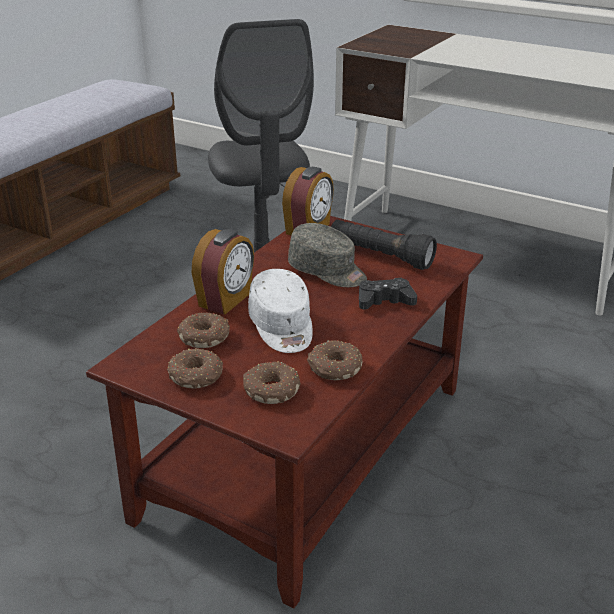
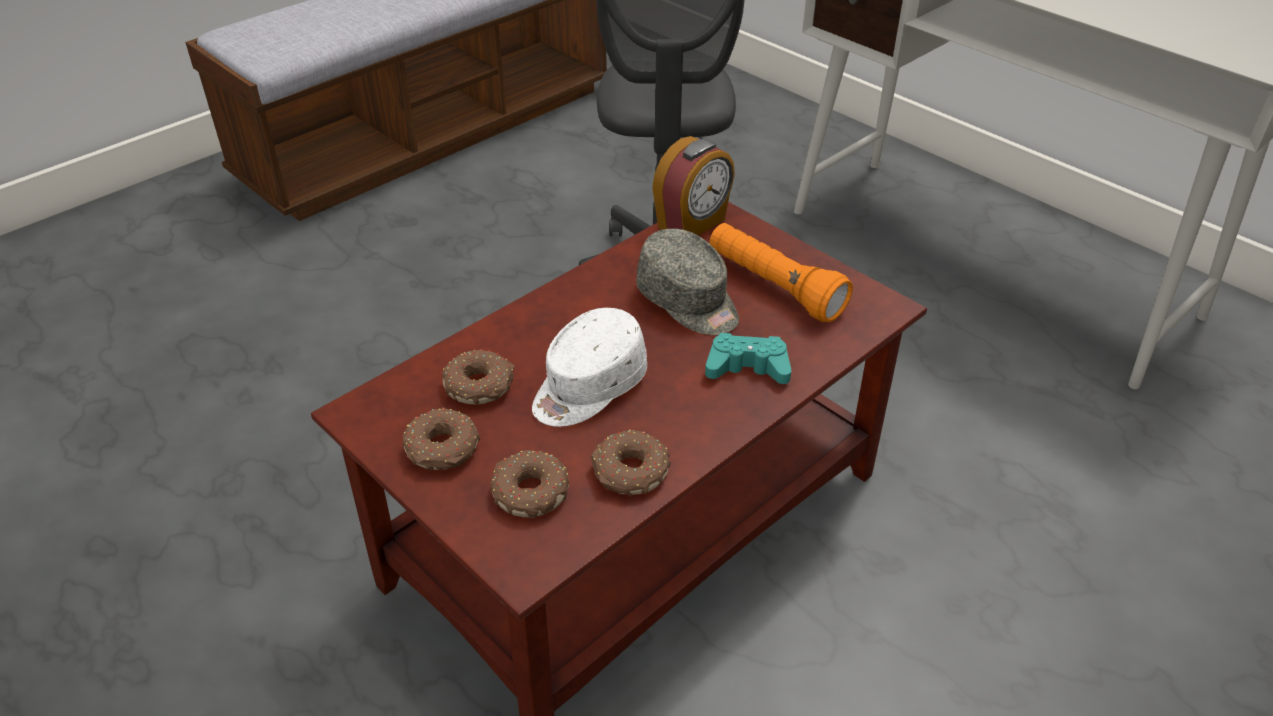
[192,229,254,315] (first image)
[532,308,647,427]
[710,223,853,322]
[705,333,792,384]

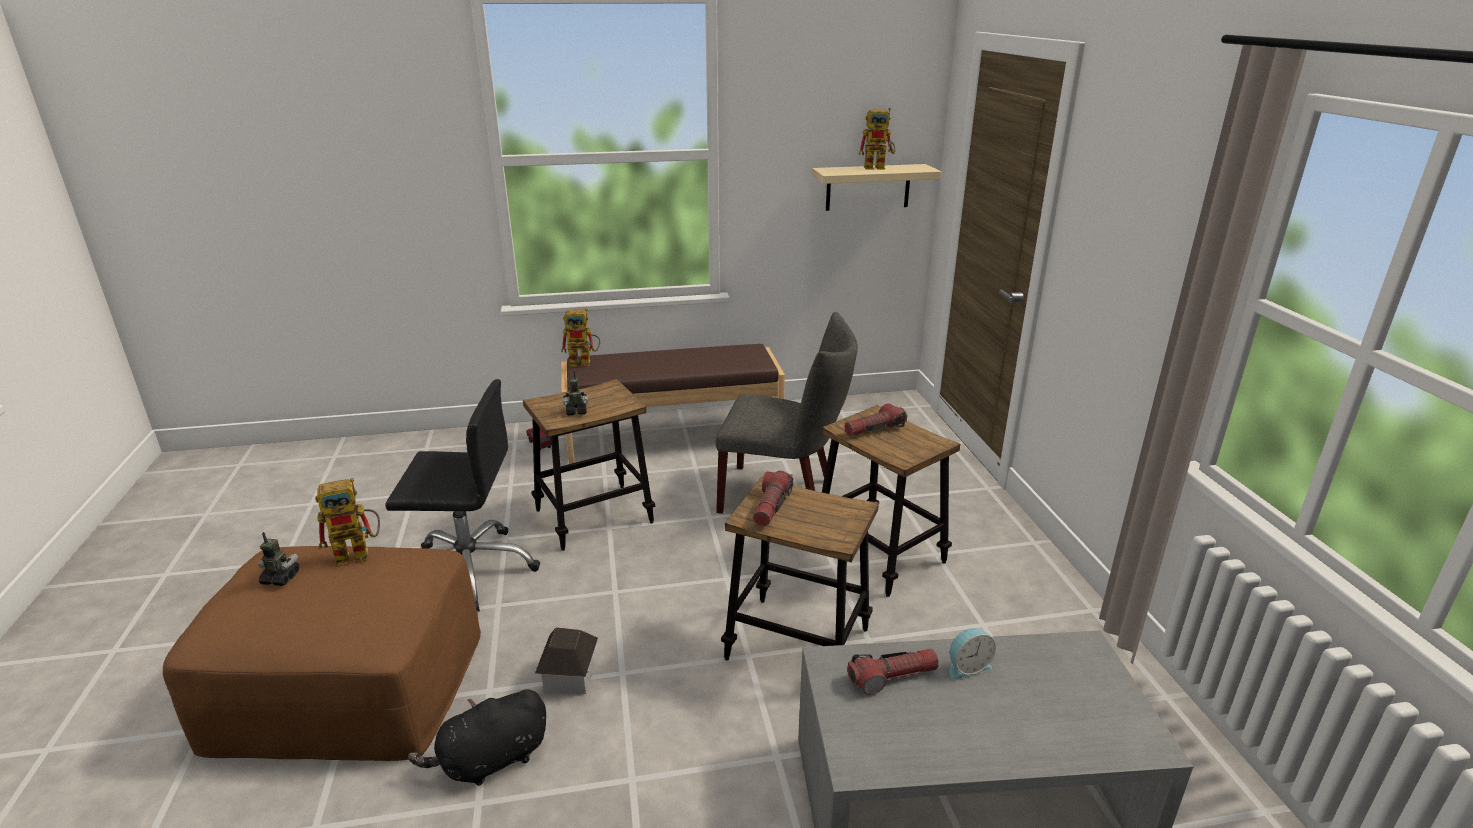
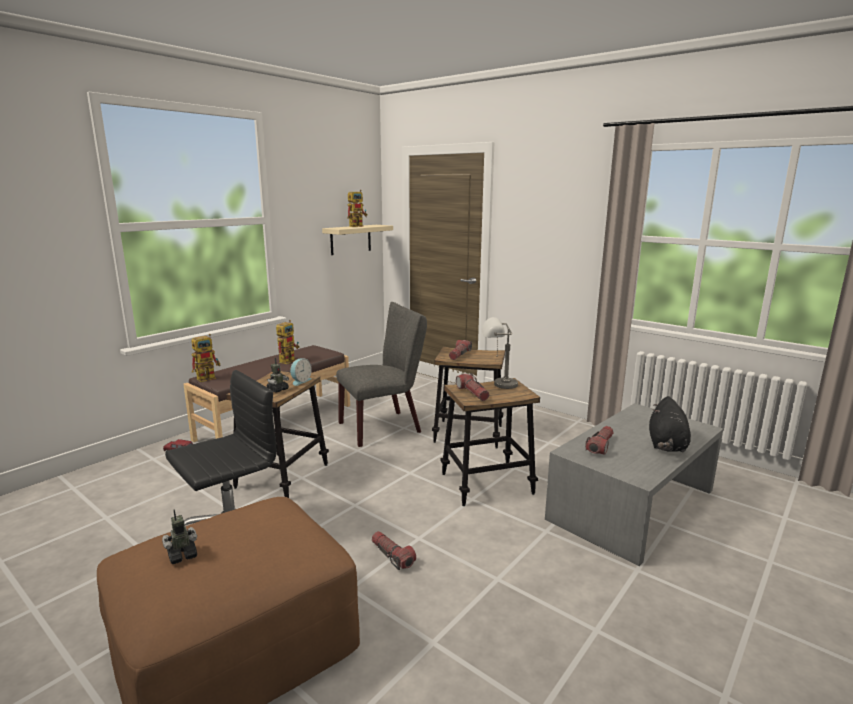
[276,320,300,364]
[649,396,691,452]
[372,531,416,570]
[290,358,312,386]
[481,317,518,389]

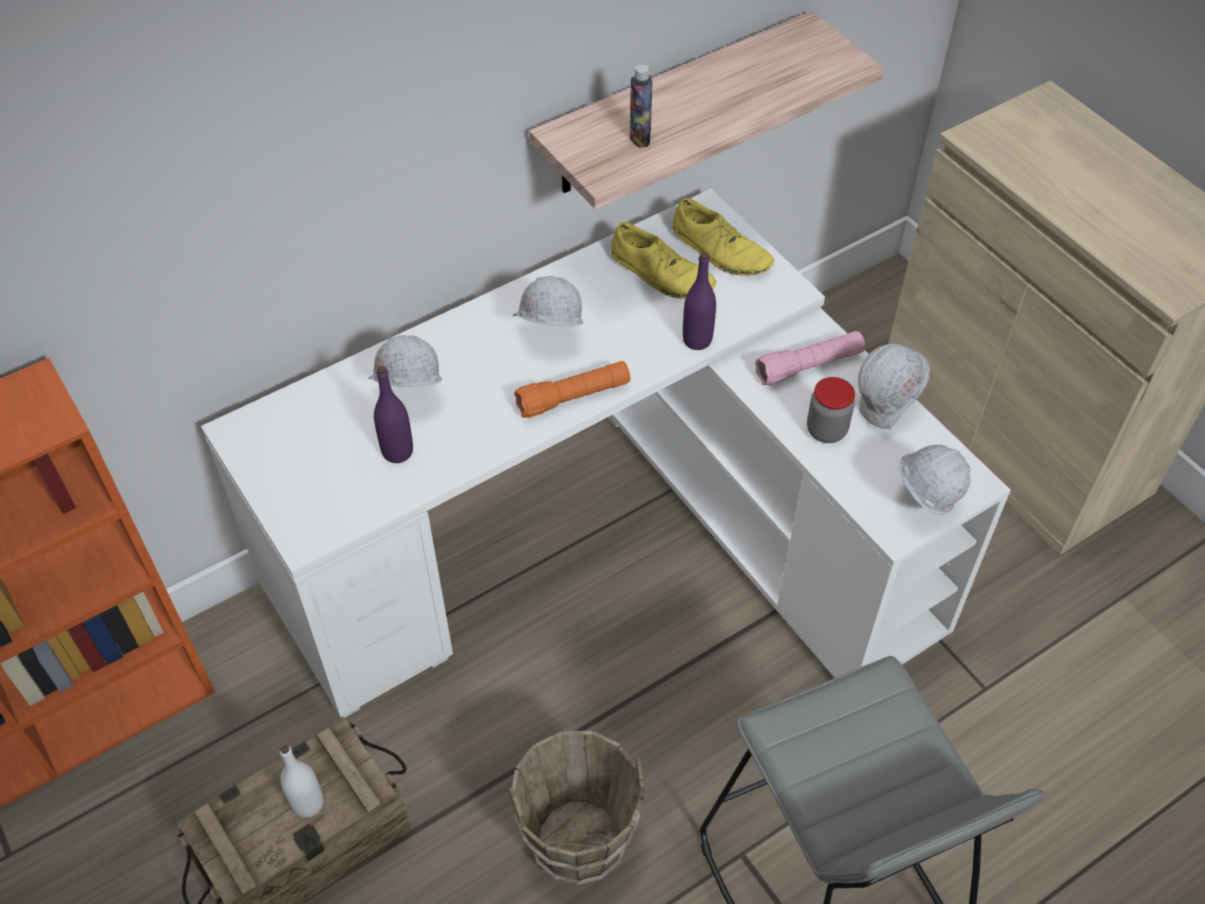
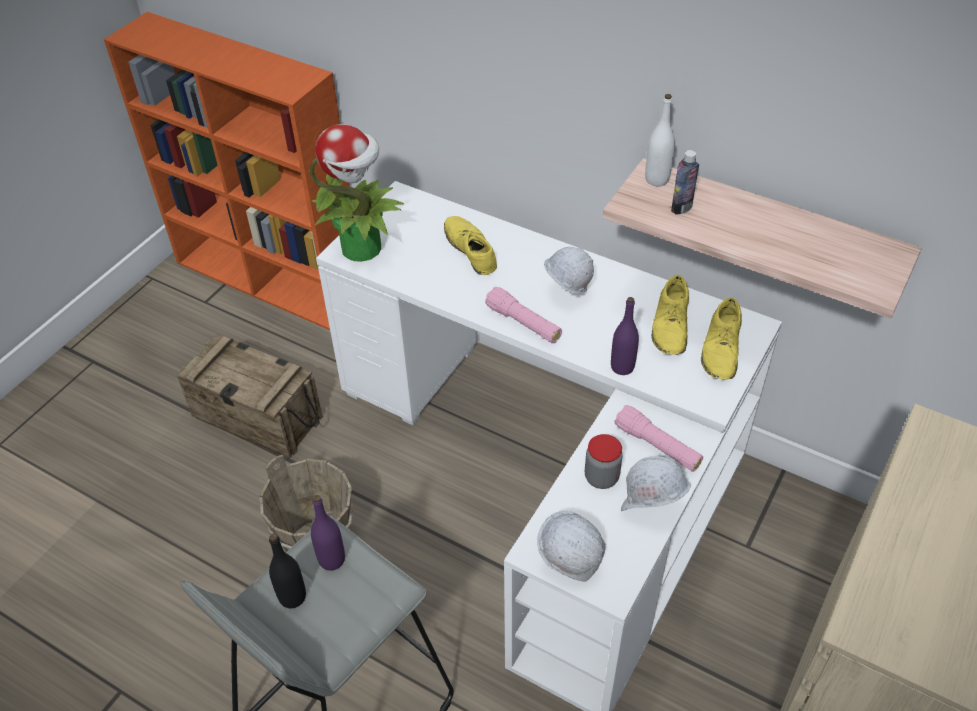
[645,94,675,186]
[444,216,497,275]
[311,495,345,570]
[485,287,562,343]
[269,534,306,608]
[310,124,405,262]

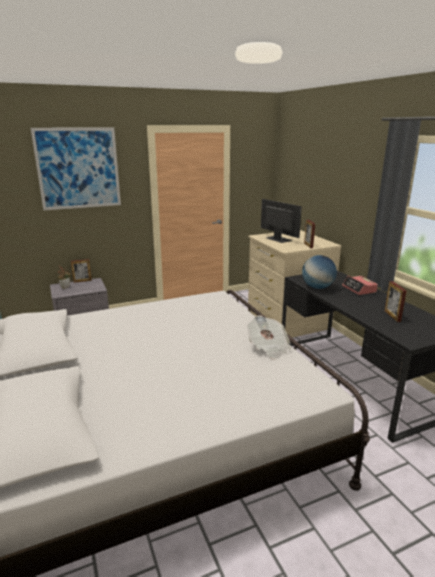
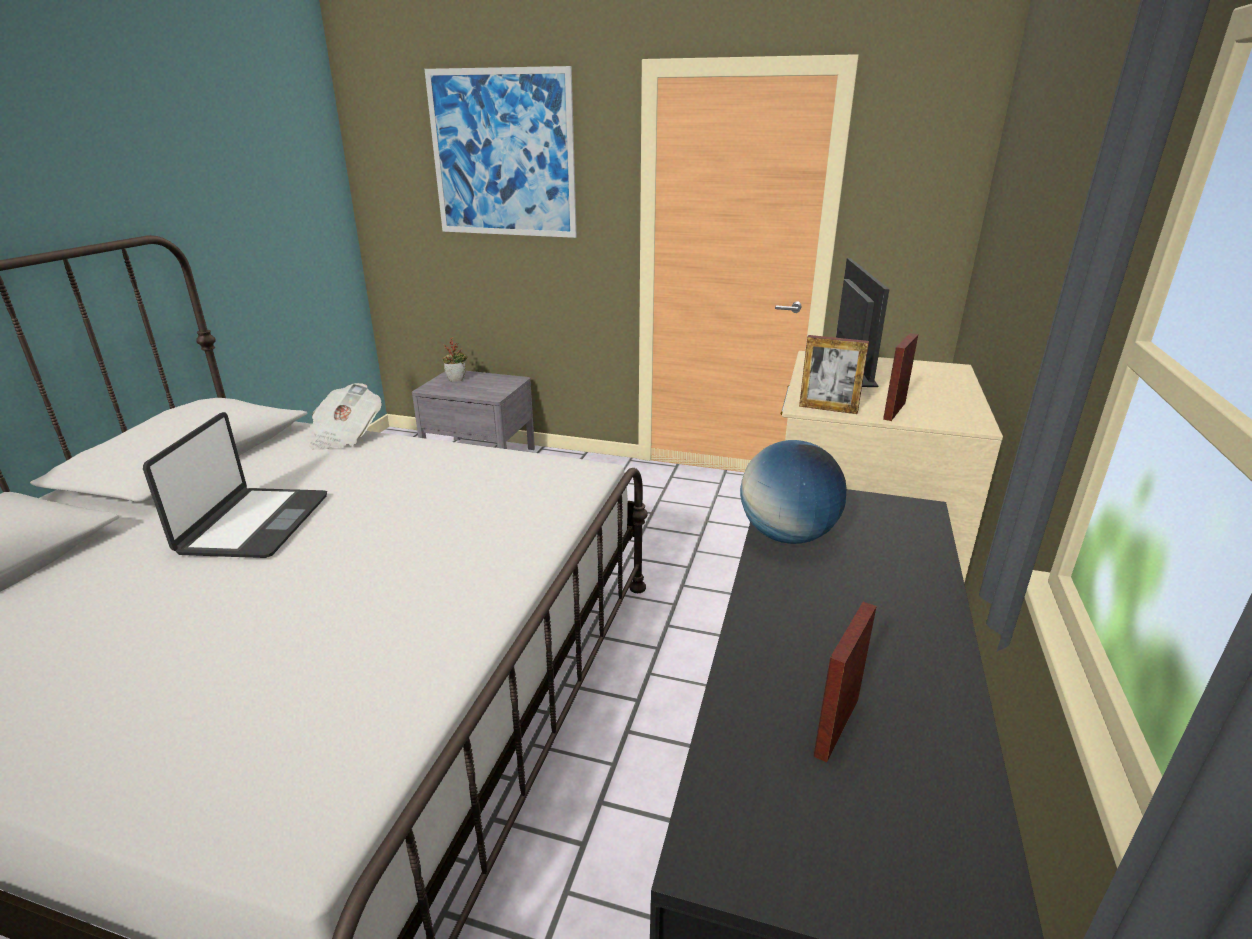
[799,335,869,414]
[309,383,382,450]
[342,276,378,295] (first image)
[143,412,327,558]

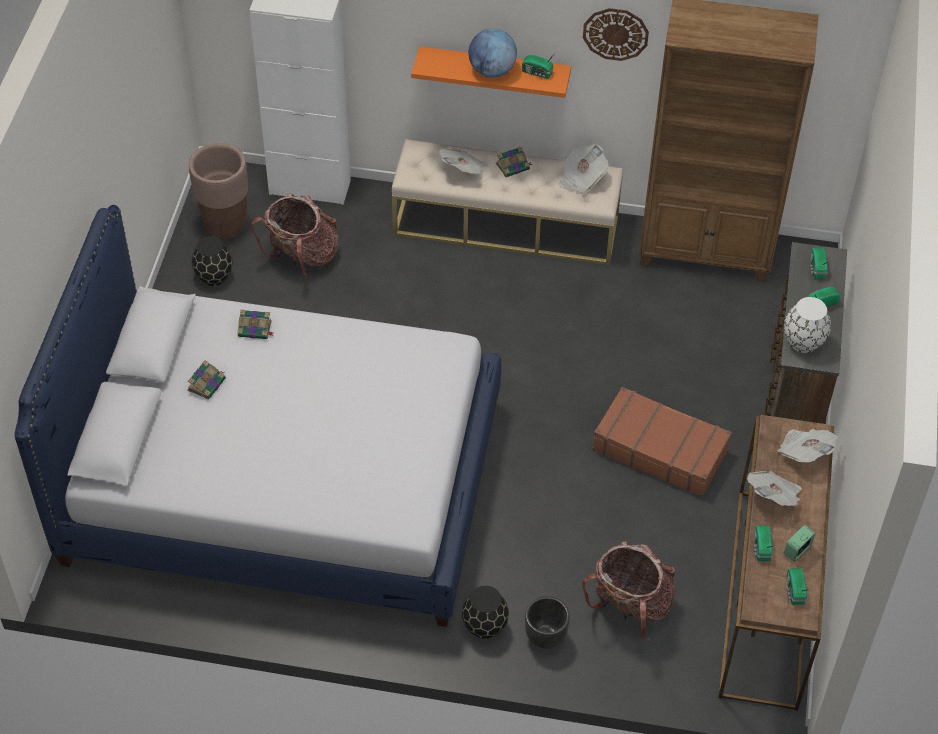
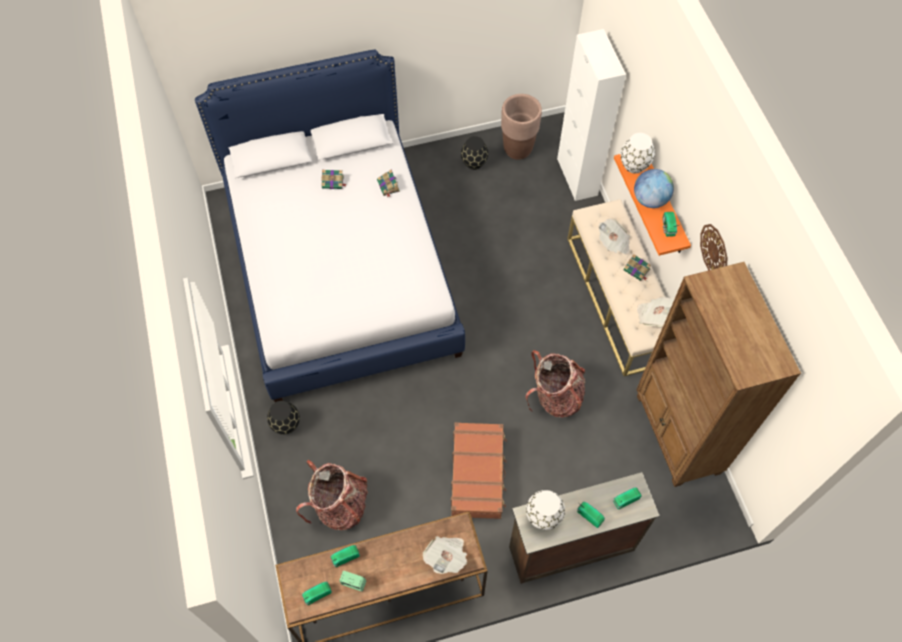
[525,350,585,418]
[525,596,570,649] (first image)
[747,471,802,506] (first image)
[621,133,655,174]

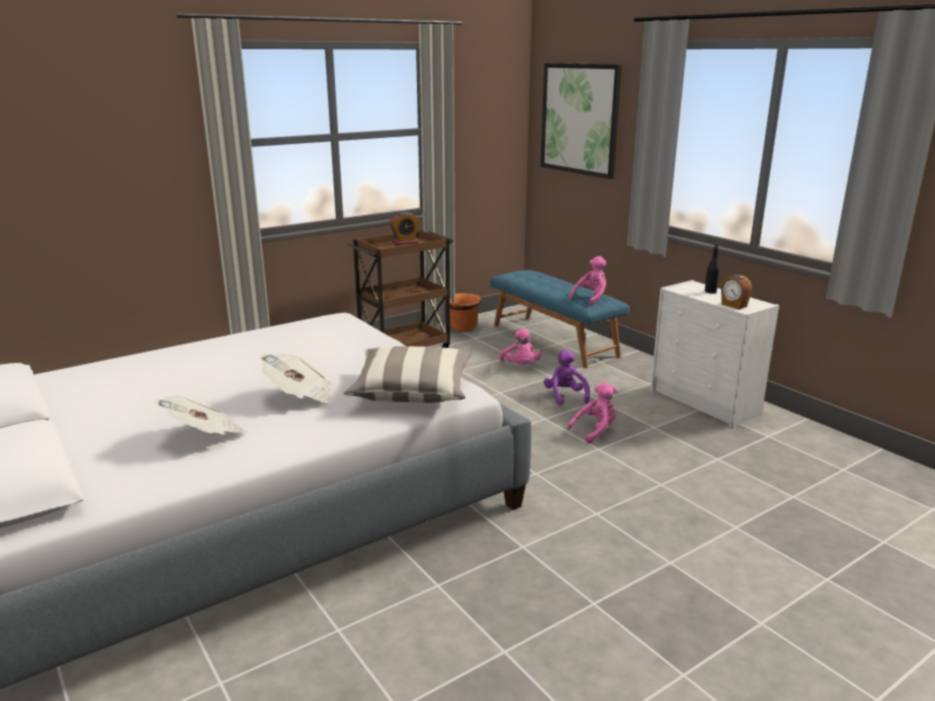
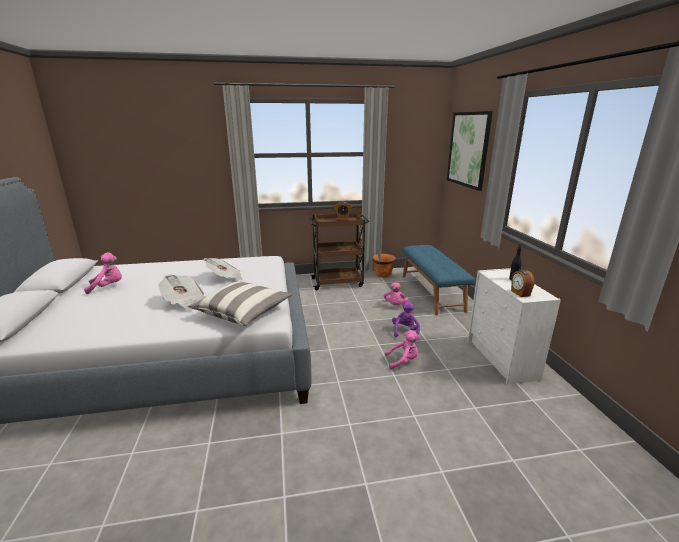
[203,258,242,280]
[84,252,122,294]

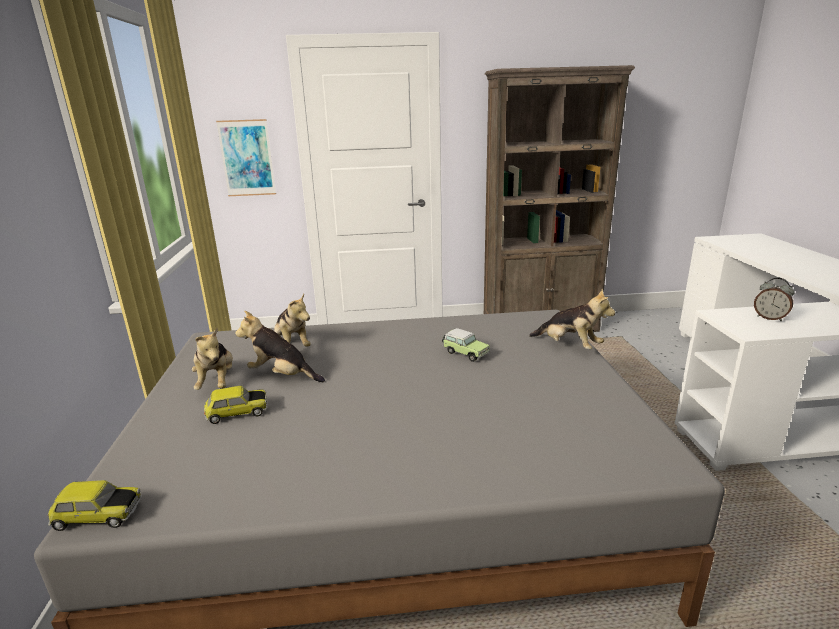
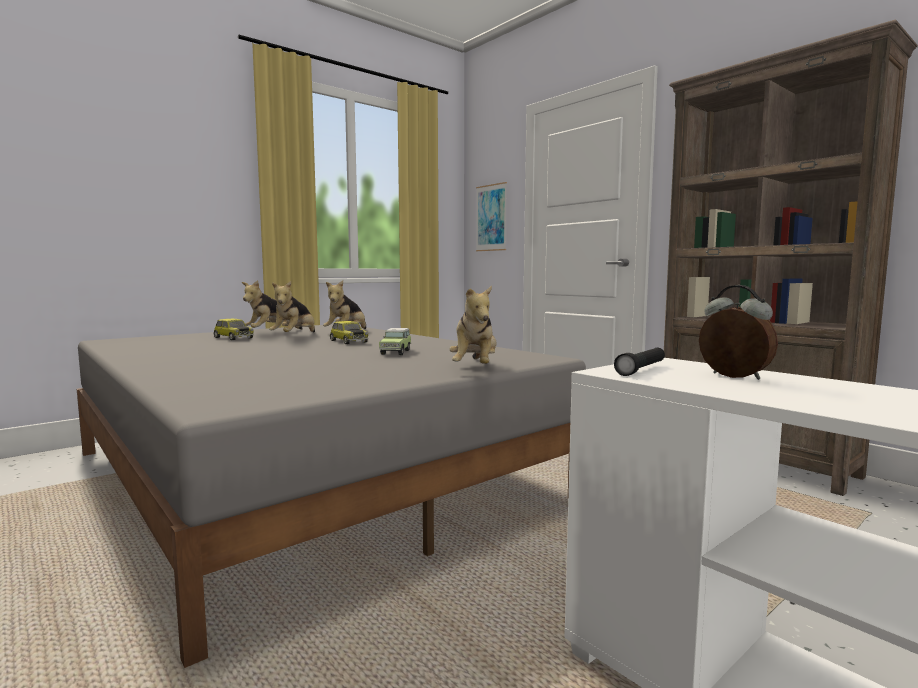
[330,321,368,344]
[269,281,315,333]
[699,285,778,380]
[614,348,665,376]

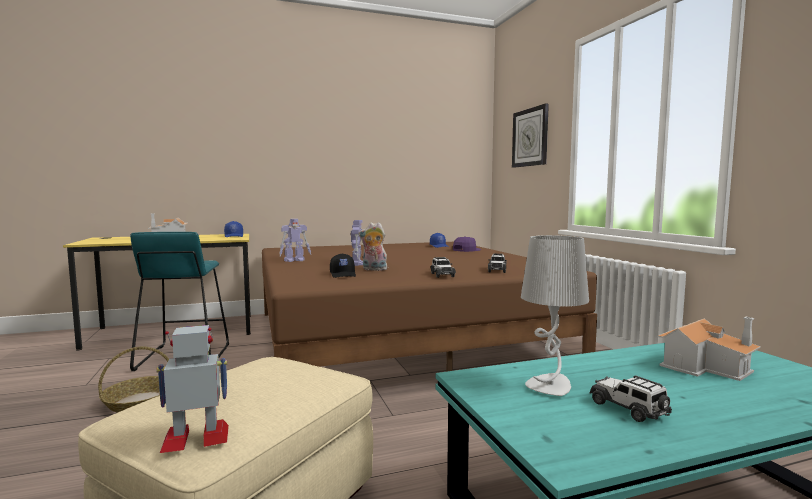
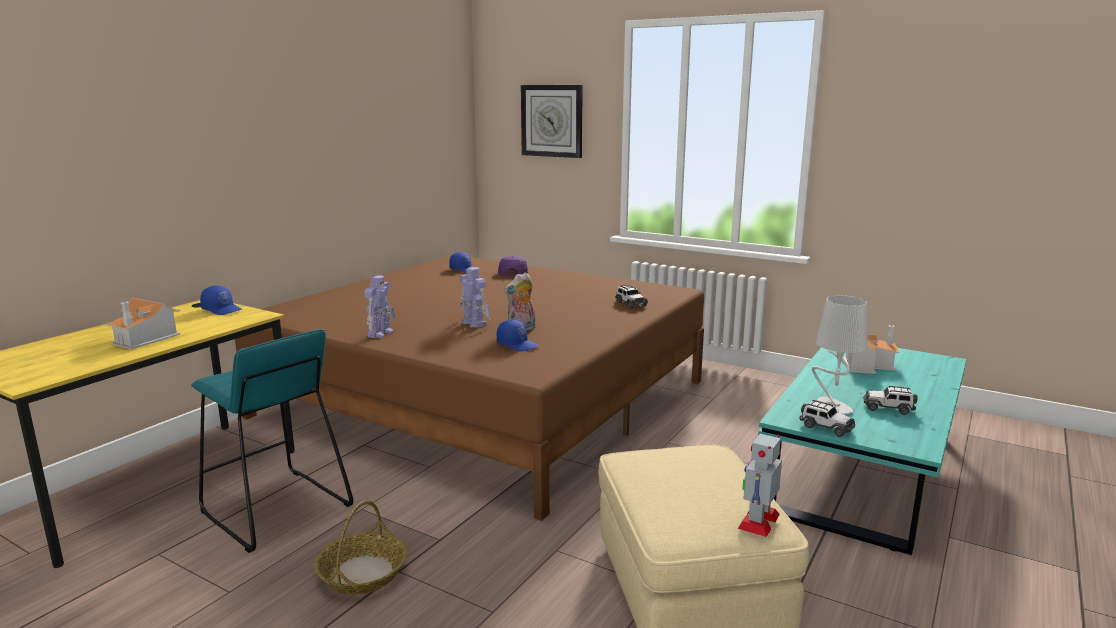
[497,320,538,352]
[799,400,855,437]

